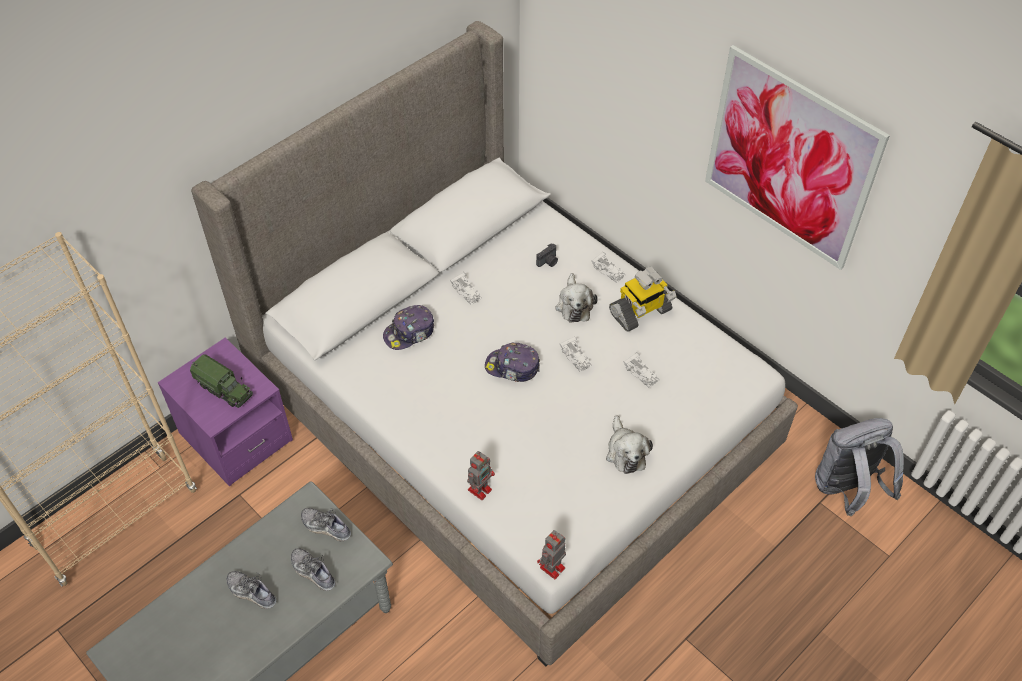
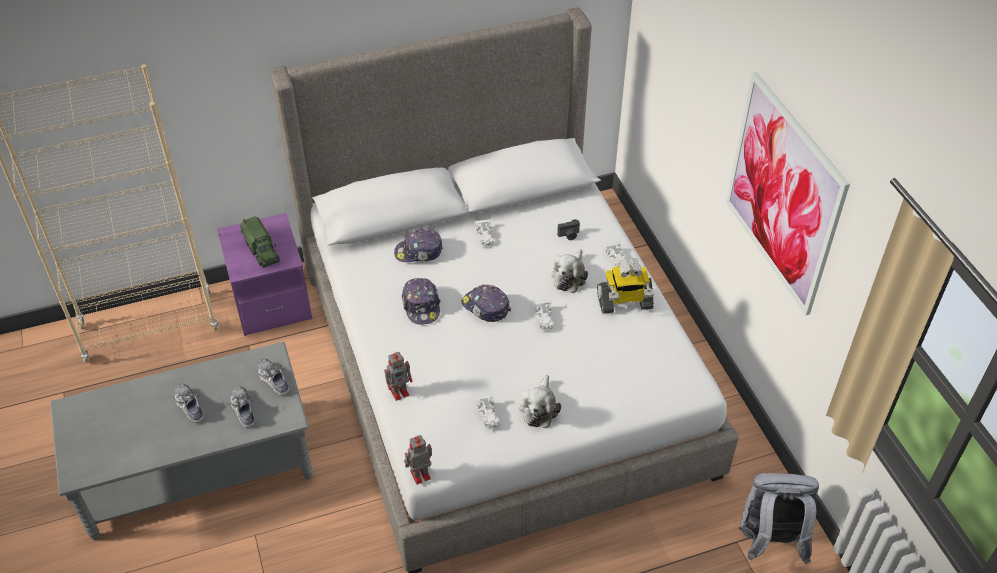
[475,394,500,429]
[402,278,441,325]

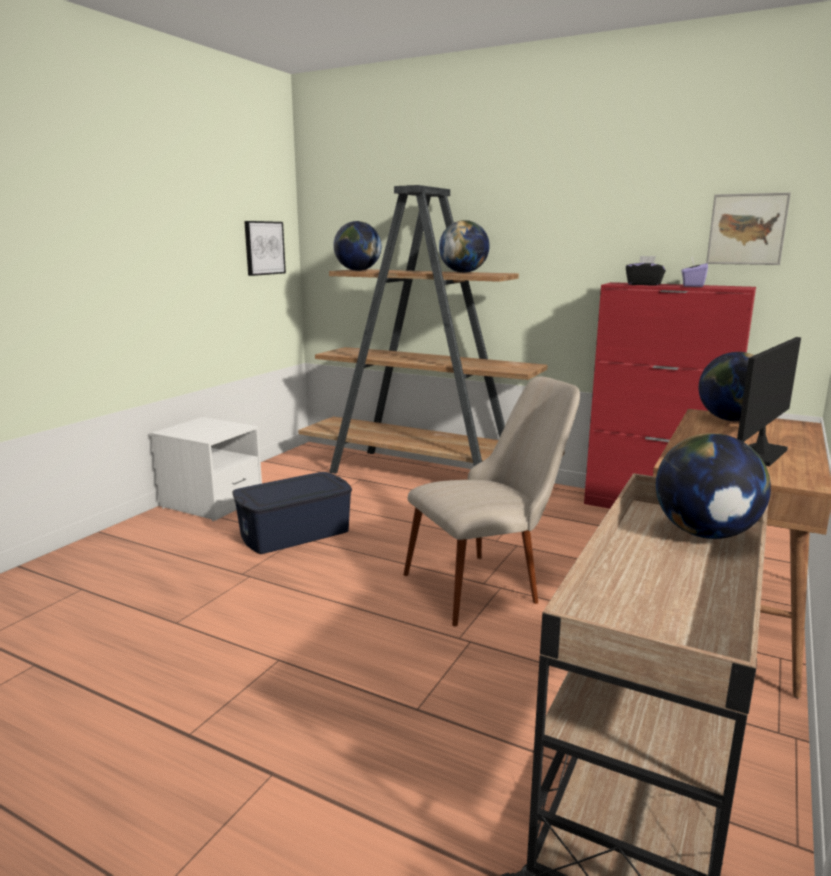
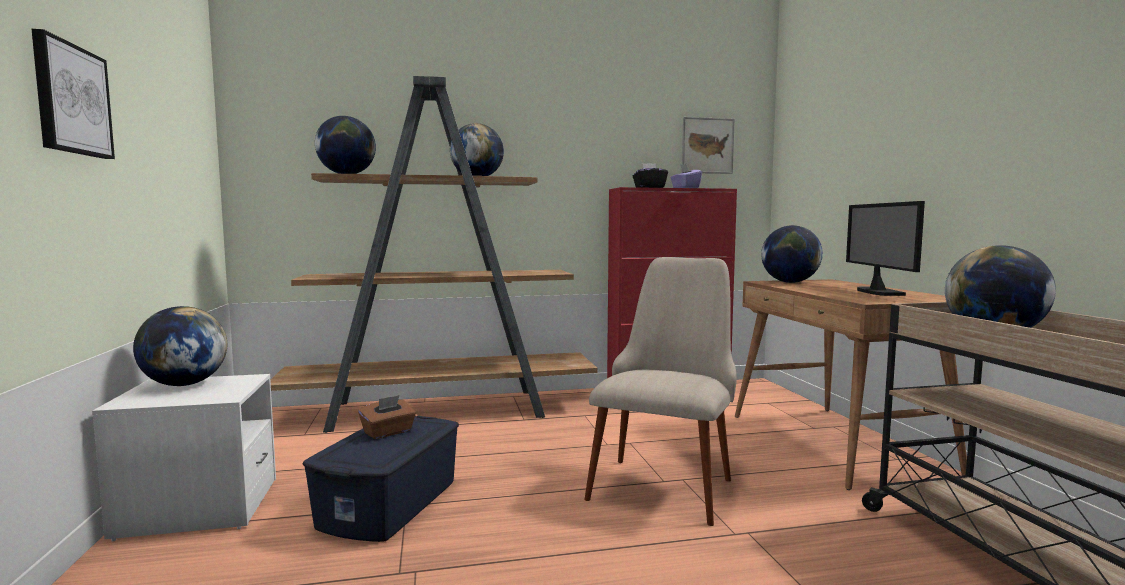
[32,29,115,159]
[133,306,227,386]
[358,395,416,439]

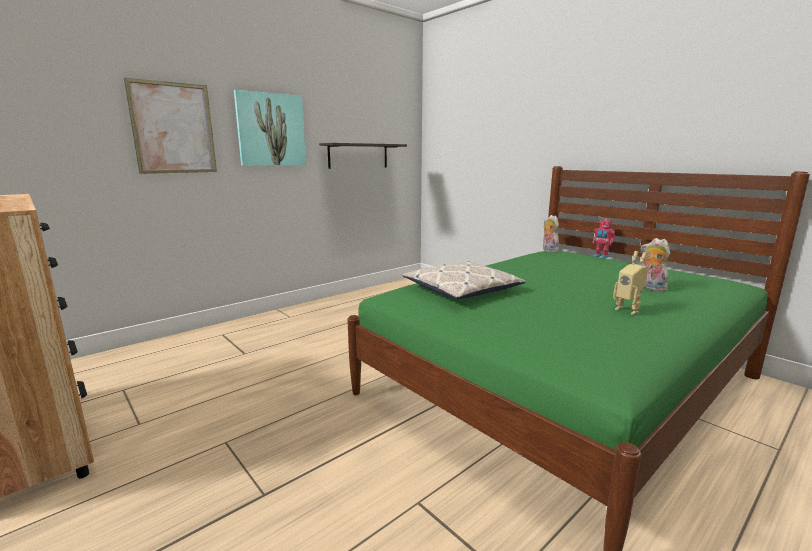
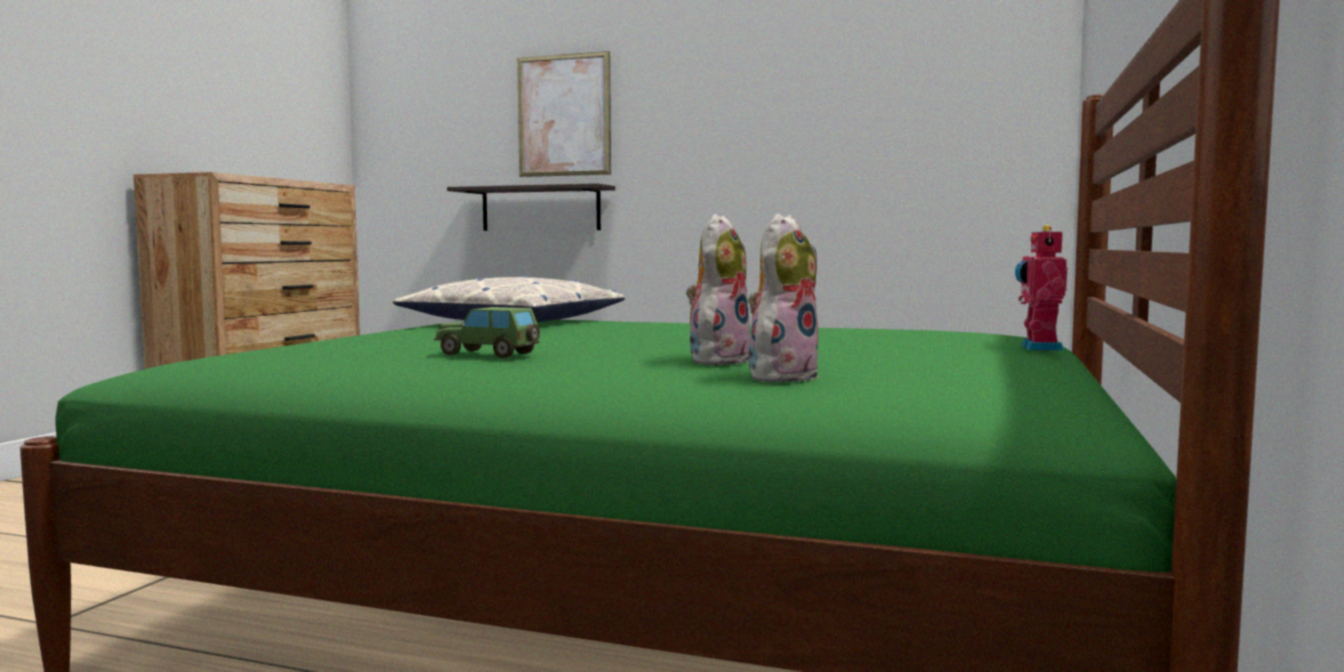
[234,90,306,166] (first image)
[447,183,615,231]
[748,213,820,383]
[434,307,540,358]

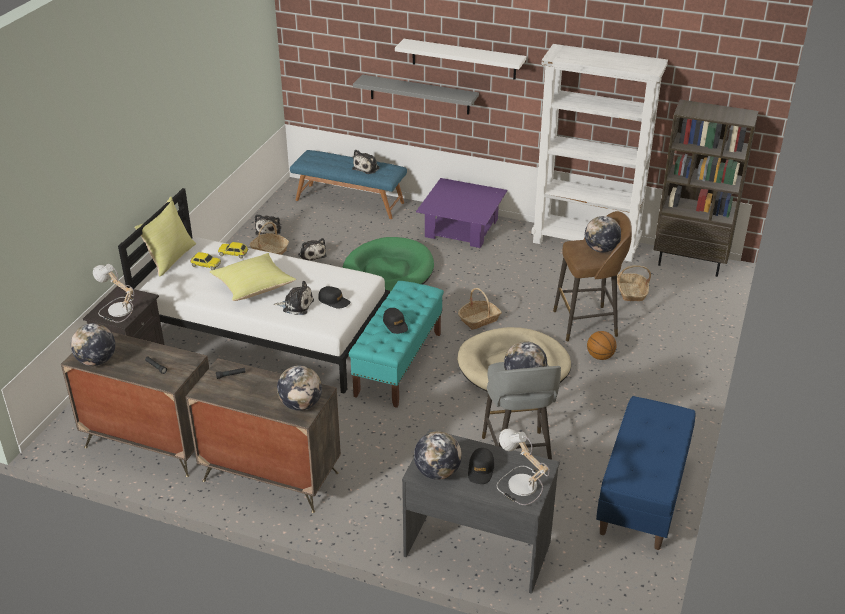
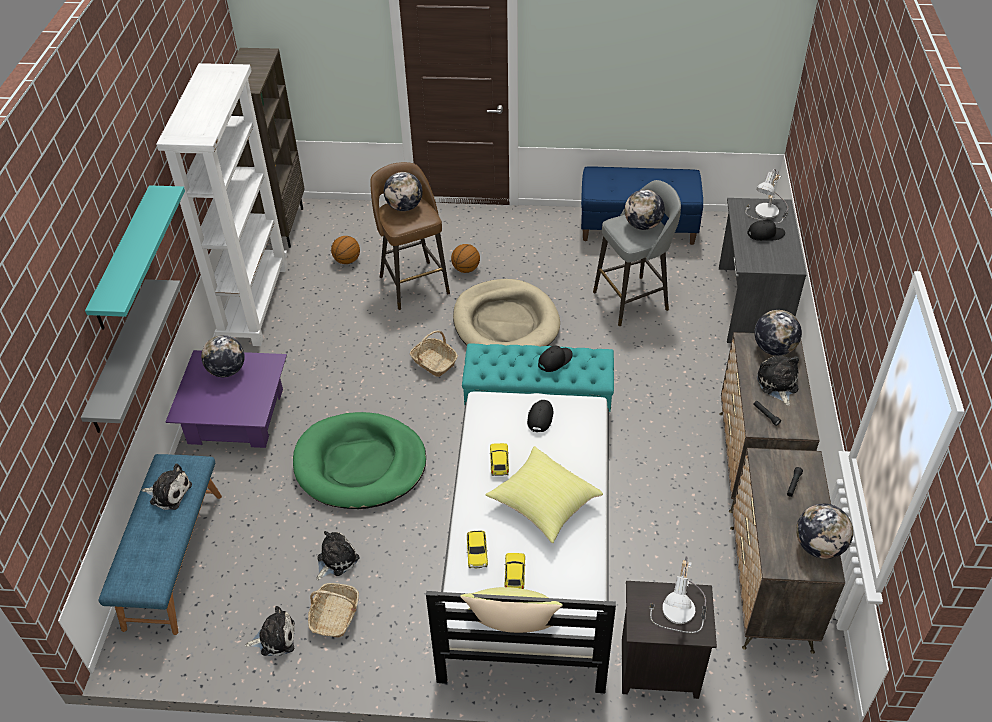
[757,355,799,406]
[85,185,185,330]
[201,335,245,377]
[331,236,360,264]
[490,443,509,476]

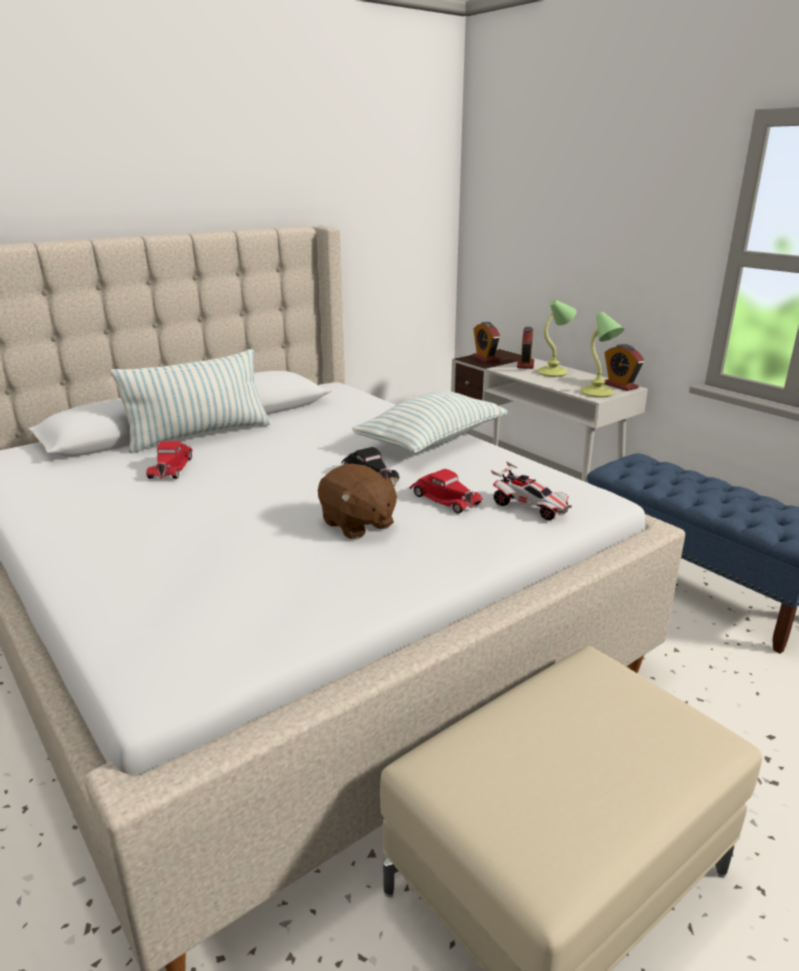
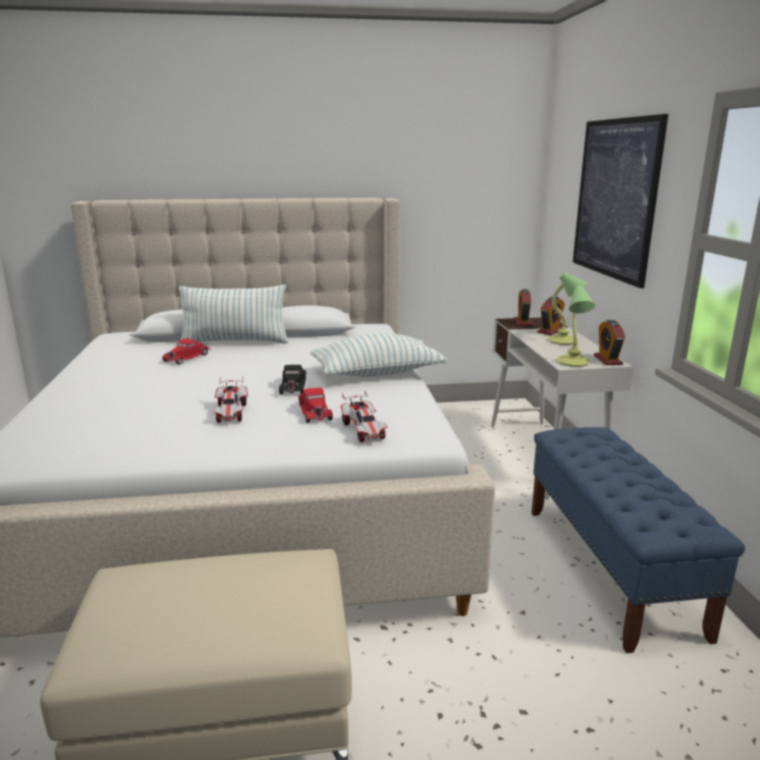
[214,377,248,423]
[573,114,668,288]

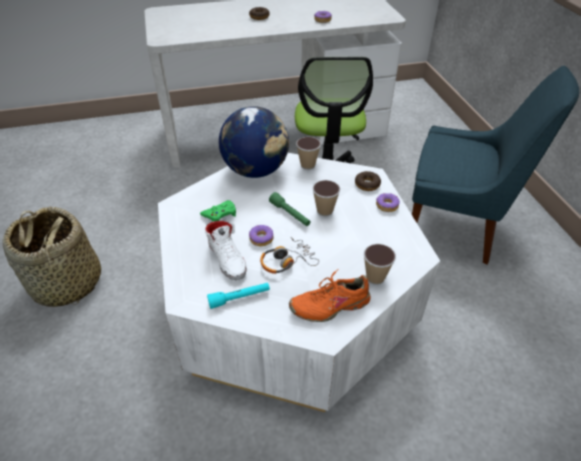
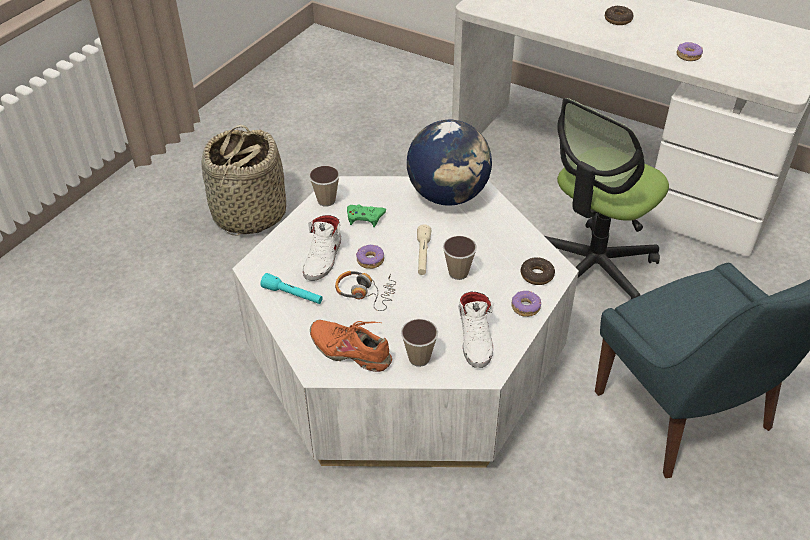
[417,225,431,275]
[309,166,340,207]
[458,291,494,368]

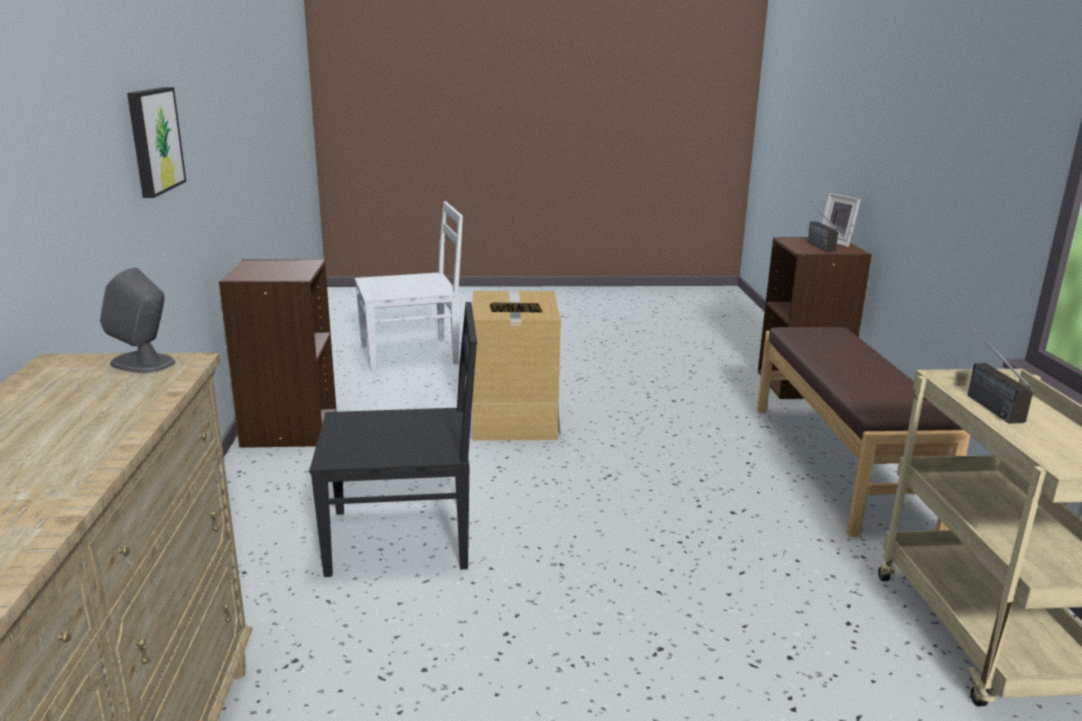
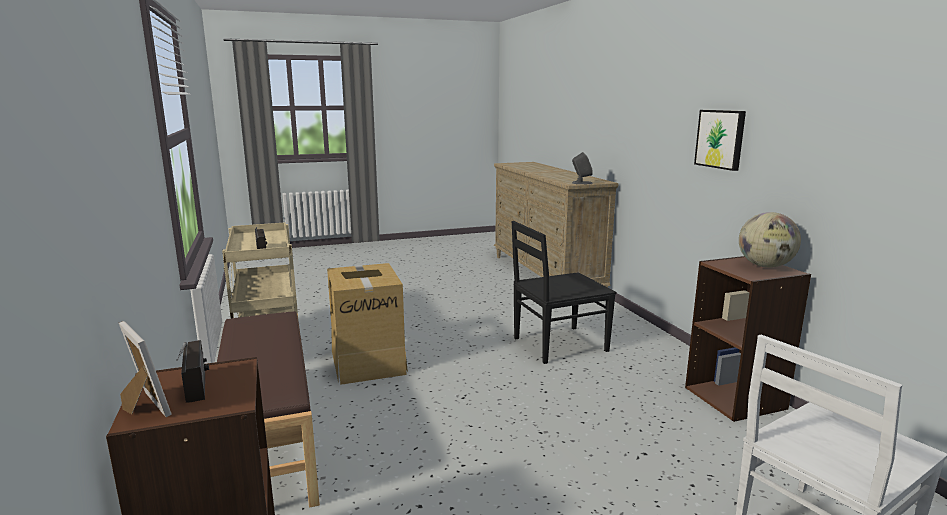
[327,263,408,385]
[739,212,801,268]

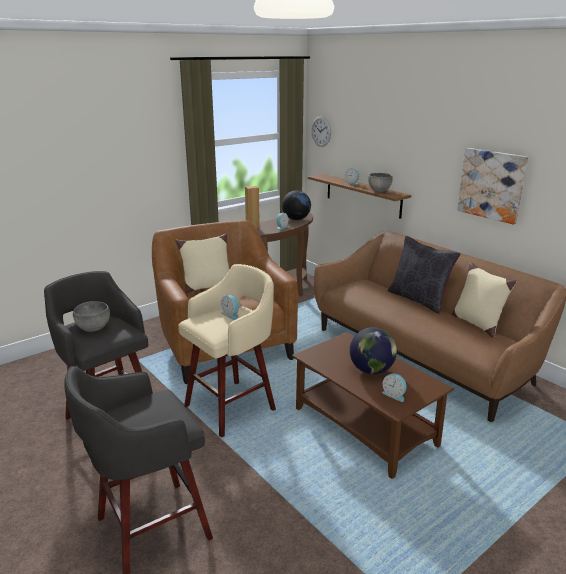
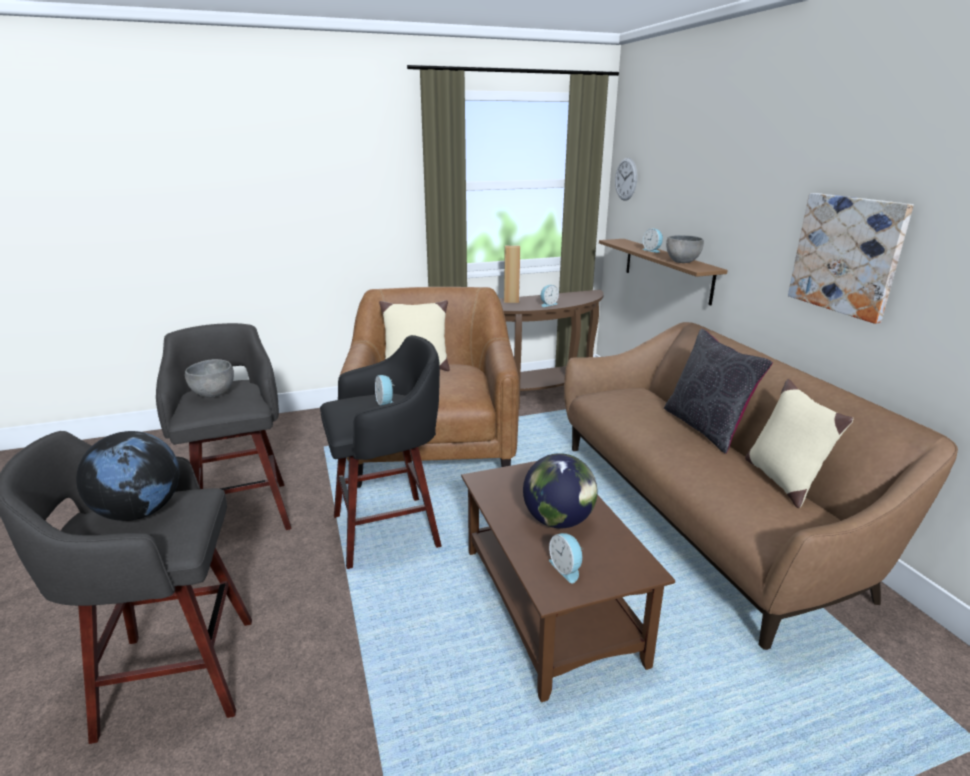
[320,335,442,569]
[76,431,179,521]

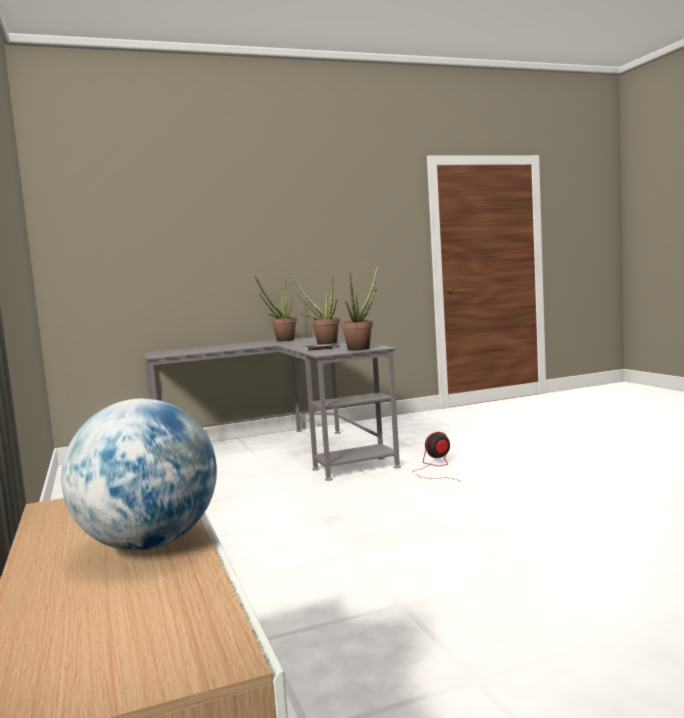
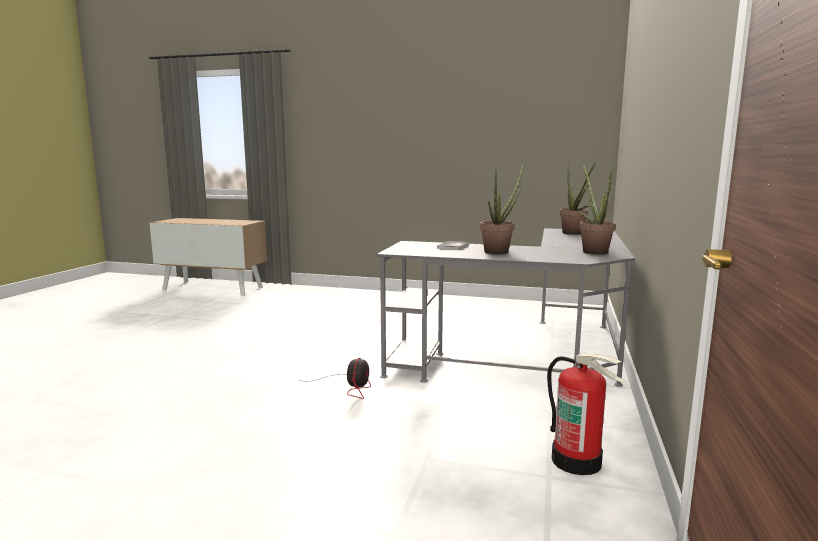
[61,399,217,551] (first image)
[559,162,596,235]
[547,353,625,475]

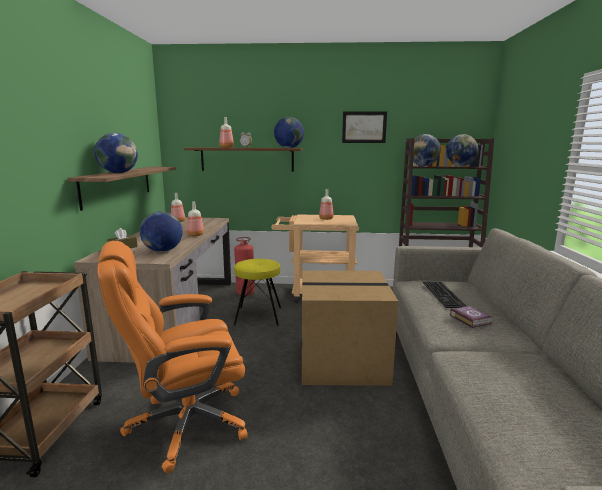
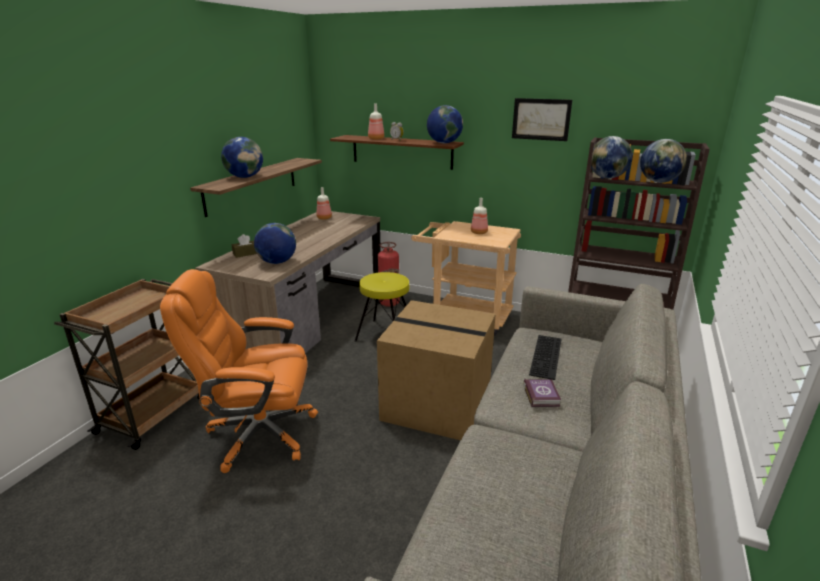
[187,202,204,236] (first image)

